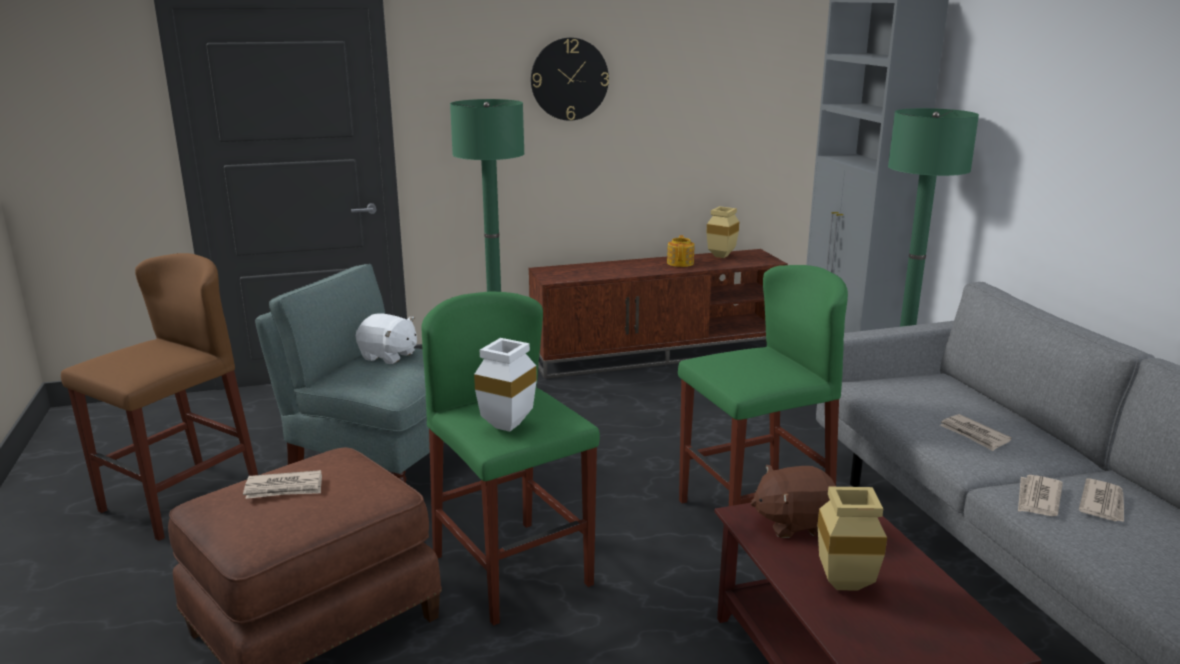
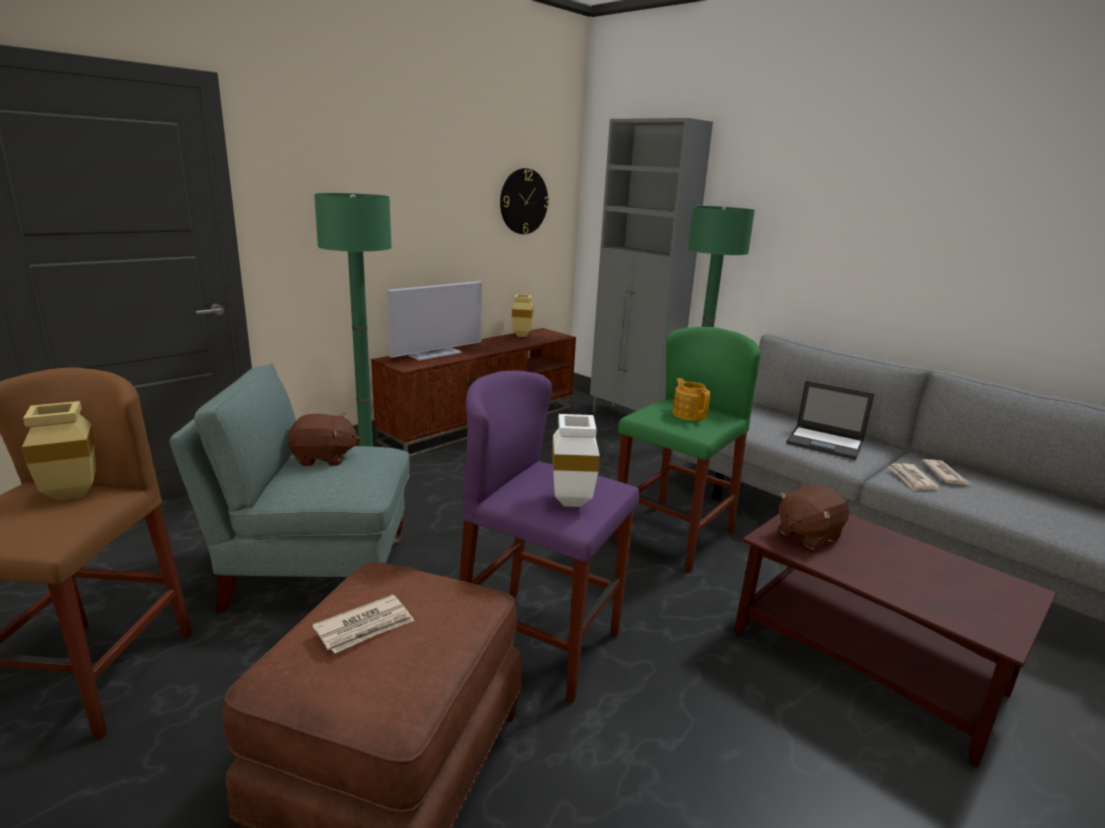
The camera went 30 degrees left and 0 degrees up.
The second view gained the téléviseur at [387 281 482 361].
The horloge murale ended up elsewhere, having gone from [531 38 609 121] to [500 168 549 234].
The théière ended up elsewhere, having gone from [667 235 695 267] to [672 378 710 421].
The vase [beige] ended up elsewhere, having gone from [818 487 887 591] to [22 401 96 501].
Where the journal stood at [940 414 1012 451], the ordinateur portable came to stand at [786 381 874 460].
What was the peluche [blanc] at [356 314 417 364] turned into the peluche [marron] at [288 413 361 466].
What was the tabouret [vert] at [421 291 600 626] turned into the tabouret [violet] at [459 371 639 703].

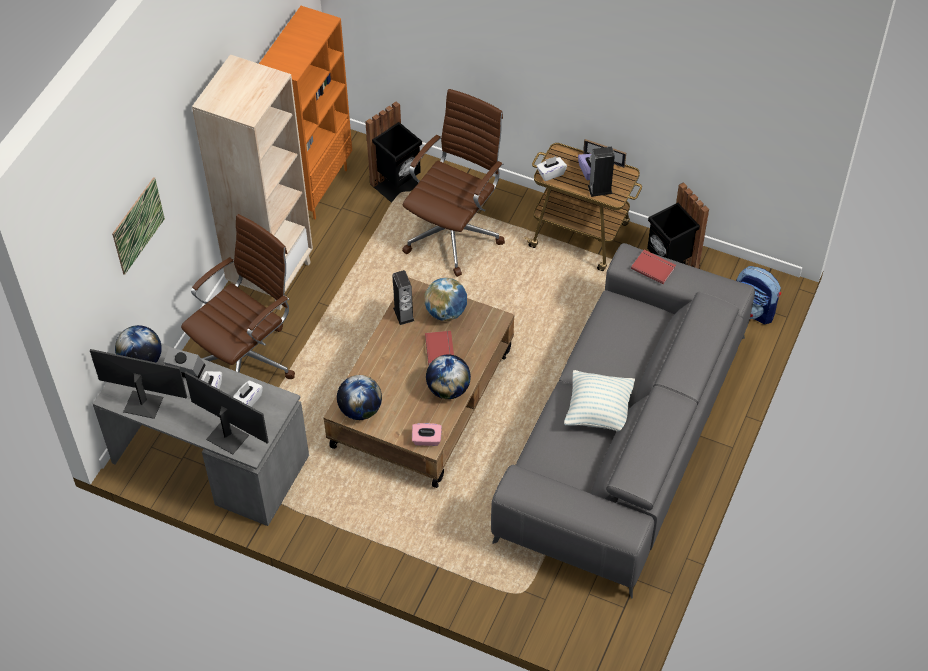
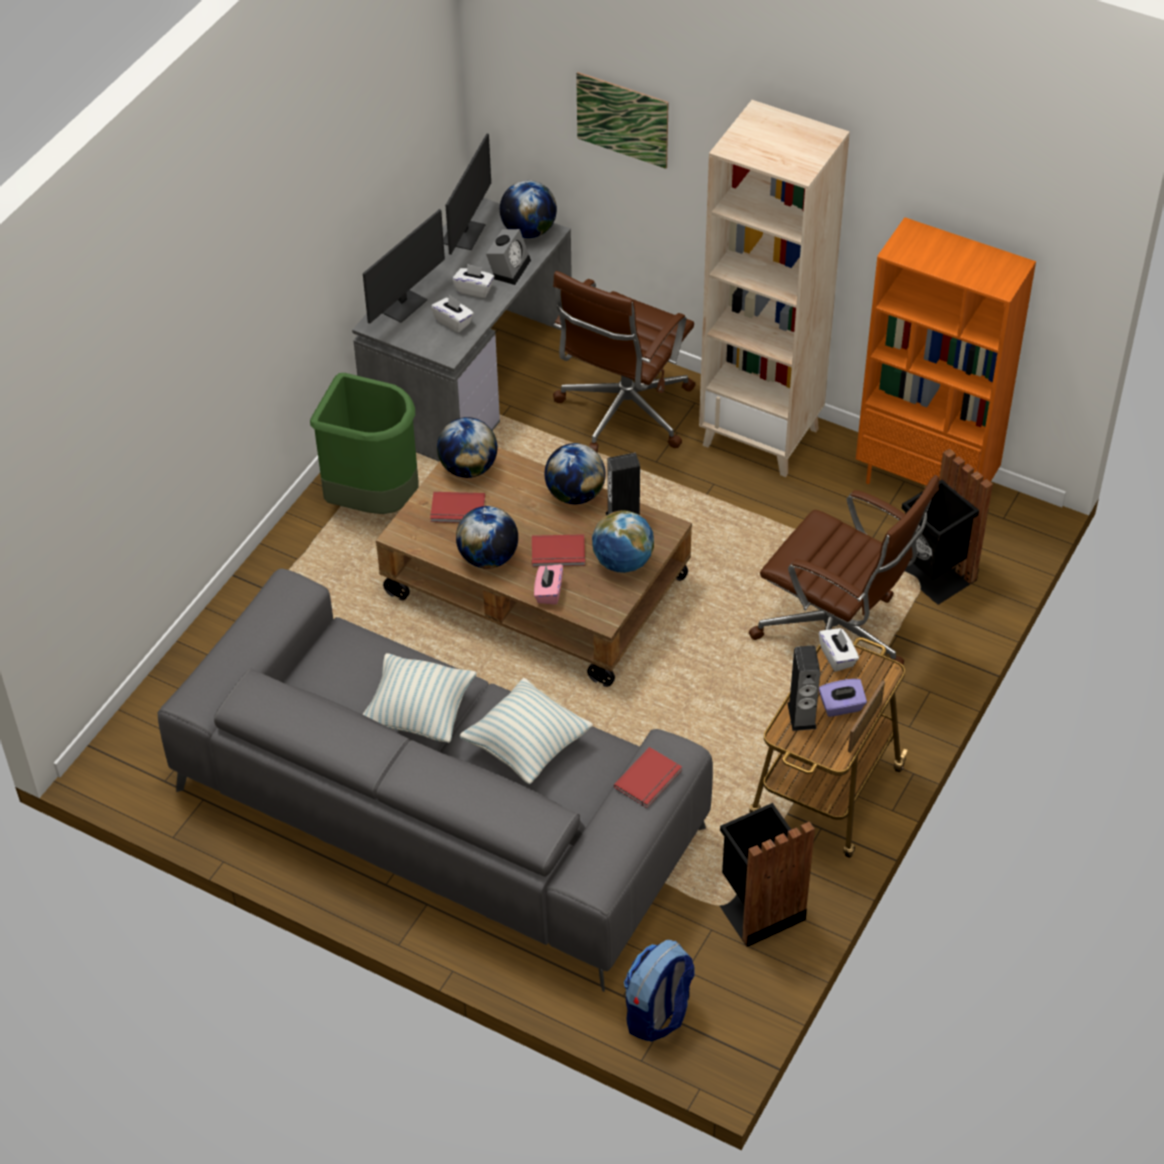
The camera went 95 degrees right and 5 degrees down.
The second view gained the poubelle [vert] at [310 373 418 514].
The second view gained the livre [rouge] at [430 492 485 523].
The second view gained the coussin at [460 678 593 784].
The second view gained the globe at [544 443 606 504].
The boîte à mouchoirs [rose] ended up elsewhere, having gone from [412 423 442 446] to [534 564 563 605].
The chaise de bureau [marron] at [181 214 295 379] ended up facing another way, 75 degrees clockwise from before.

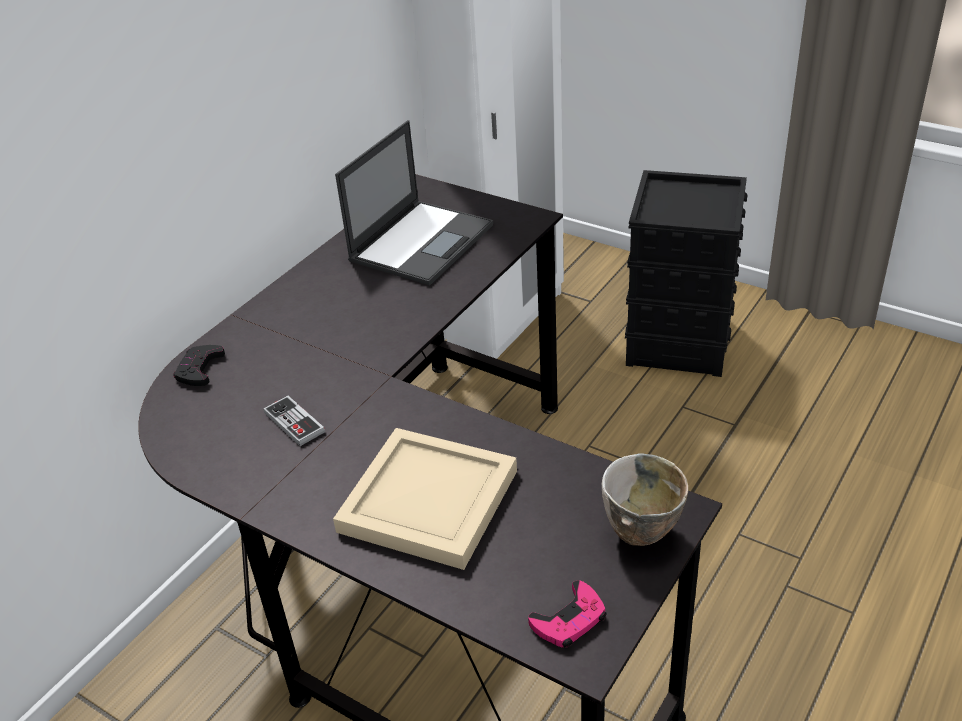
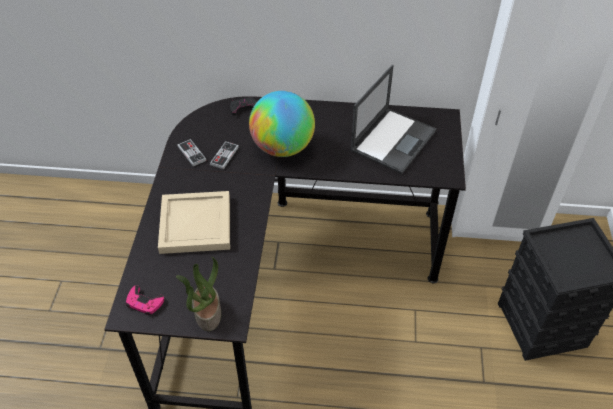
The camera went 60 degrees right and 10 degrees up.
The second view gained the manette at [177 139 206 167].
The second view gained the globe at [249 91 315 157].
Where the bol stood at [602 453 688 546], the plante en pot came to stand at [176 257 221 331].
The ordinateur portable at [335 120 493 285] ended up facing another way, 60 degrees counterclockwise from before.

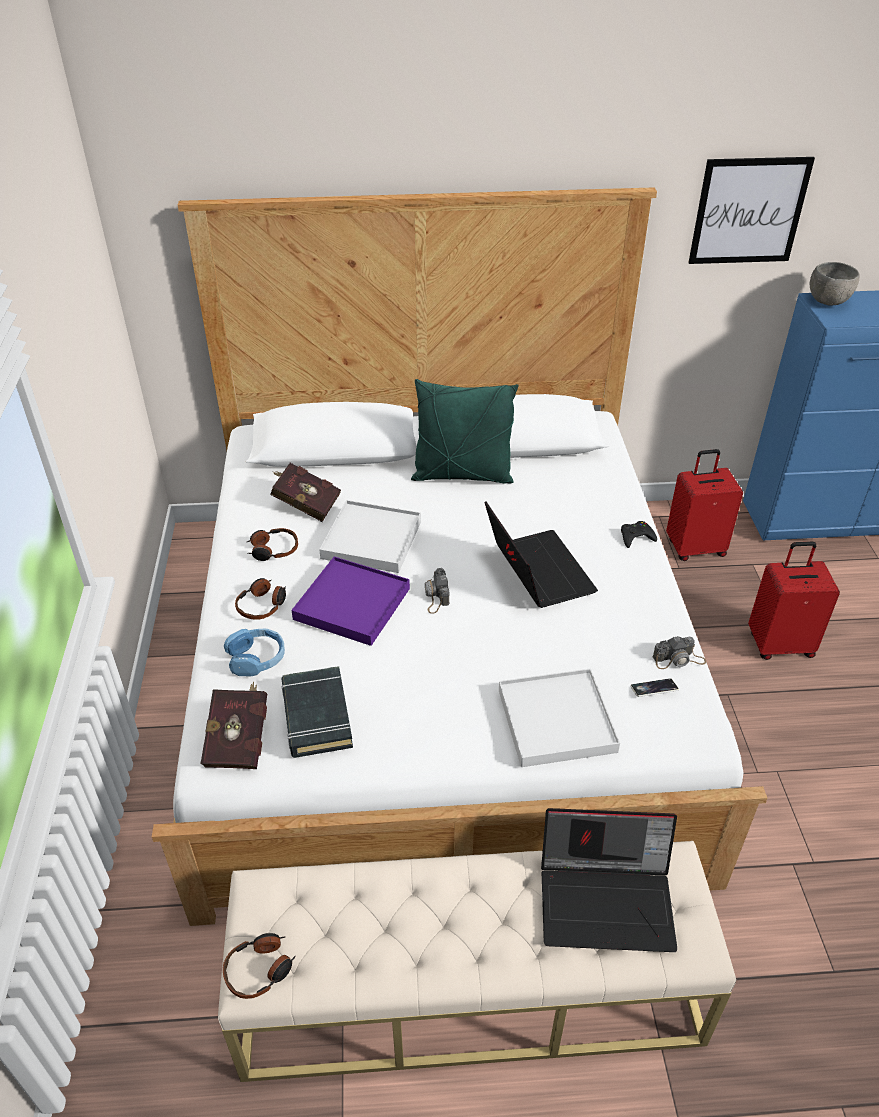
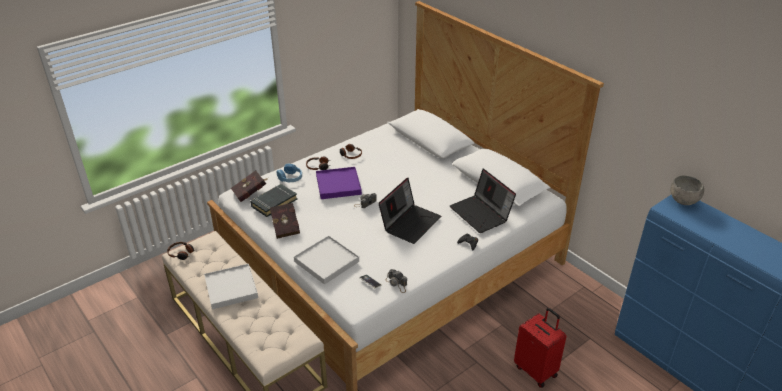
The camera went 55 degrees right and 5 degrees down.
The second view lost the coussin [vert] at [411 379 519 484].
The second view lost the valise [rouge] at [666 449 743 561].
The second view lost the tableau at [688 157 815 264].
The livre [rouge] ended up elsewhere, having gone from [270 463 341 522] to [270 202 300 239].
The plateau [blanc] ended up elsewhere, having gone from [319 500 421 573] to [204 264 258 309].
The ordinateur portable ended up elsewhere, having gone from [541 808 677 952] to [450 169 516 233].

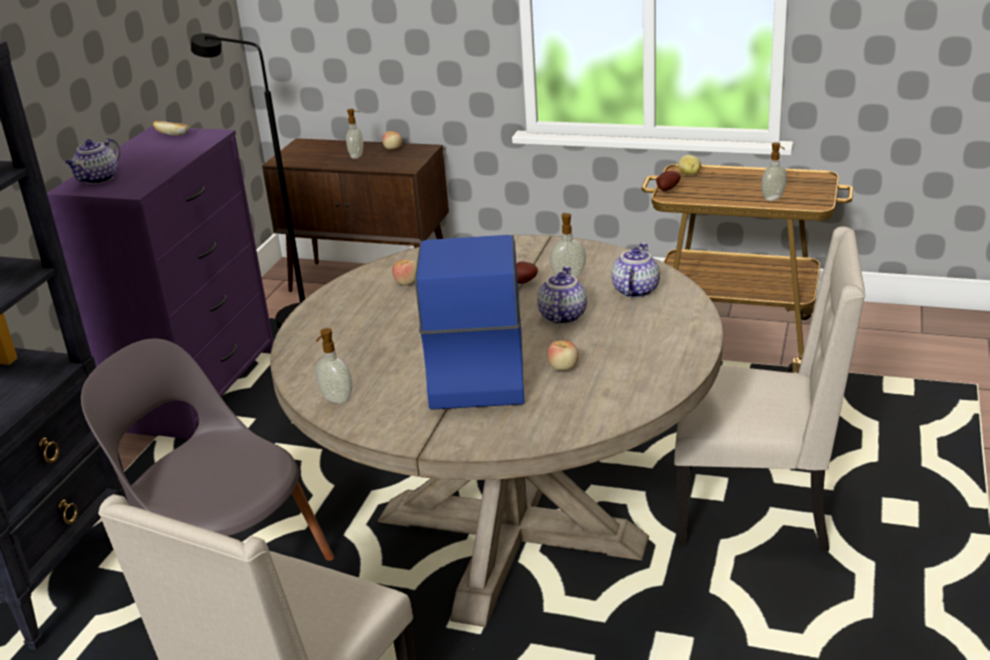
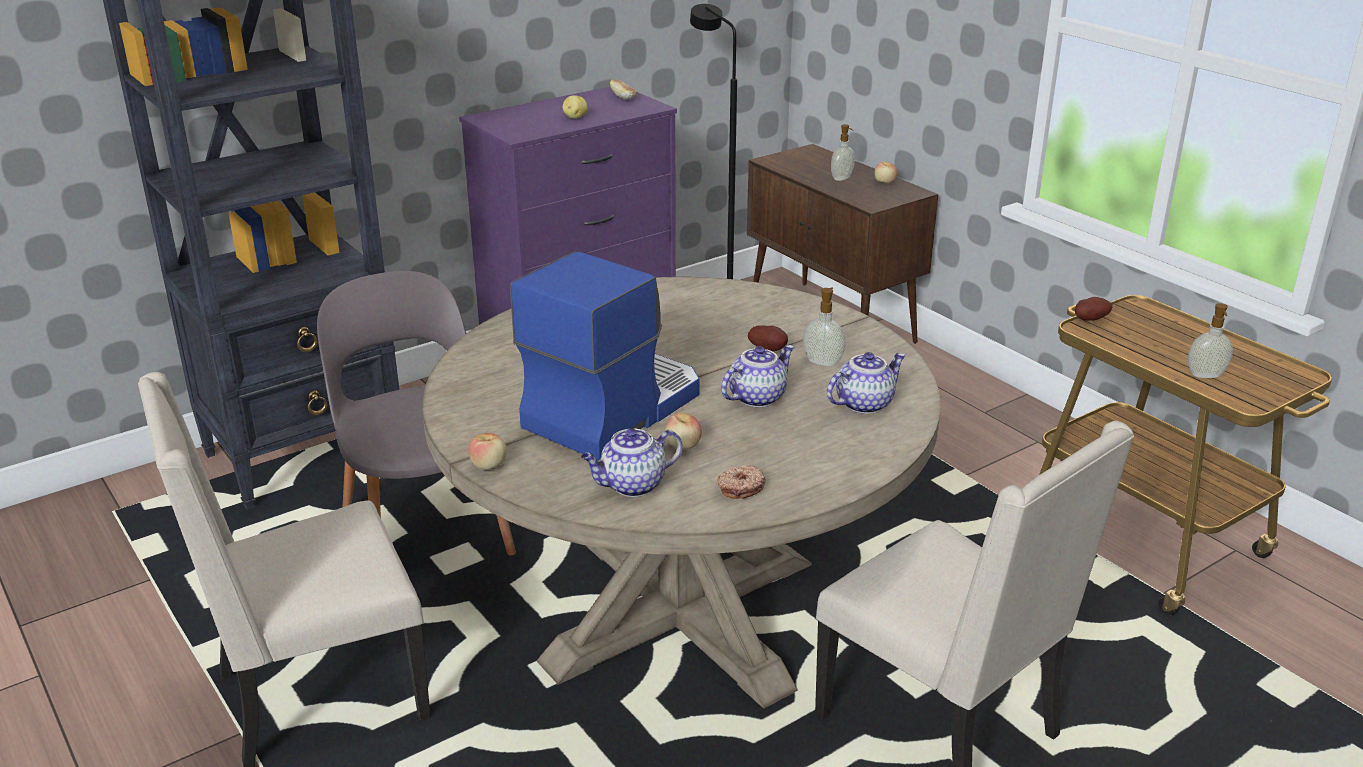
The camera went 35 degrees right and 0 degrees up.
The second view lost the distributeur de savon at [315 328 353 404].
The second view gained the beignet at [717 465 766 499].
The théière ended up elsewhere, having gone from [65 138 120 184] to [581 428 683 497].
The pomme ended up elsewhere, having gone from [392 259 417 286] to [468 433 507 470].
The pomme de terre ended up elsewhere, having gone from [678 155 701 175] to [563 95 587 119].

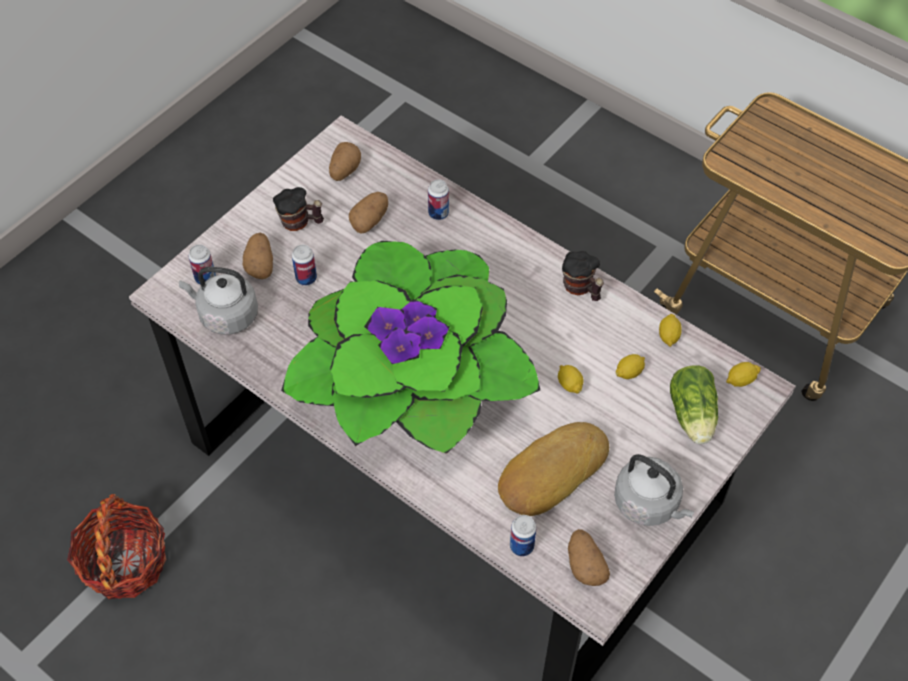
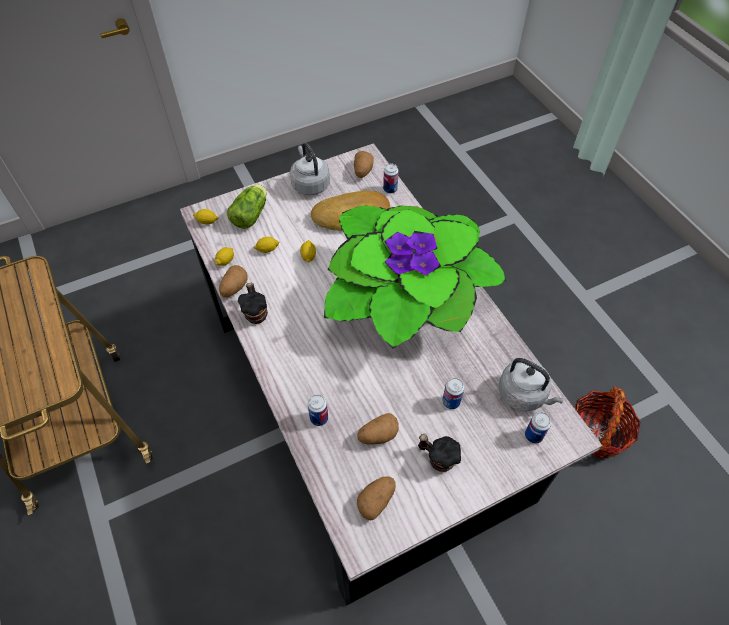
The camera went 155 degrees left and 0 degrees up.
The pomme de terre ended up elsewhere, having gone from [243 233 273 279] to [219 265 248 297].

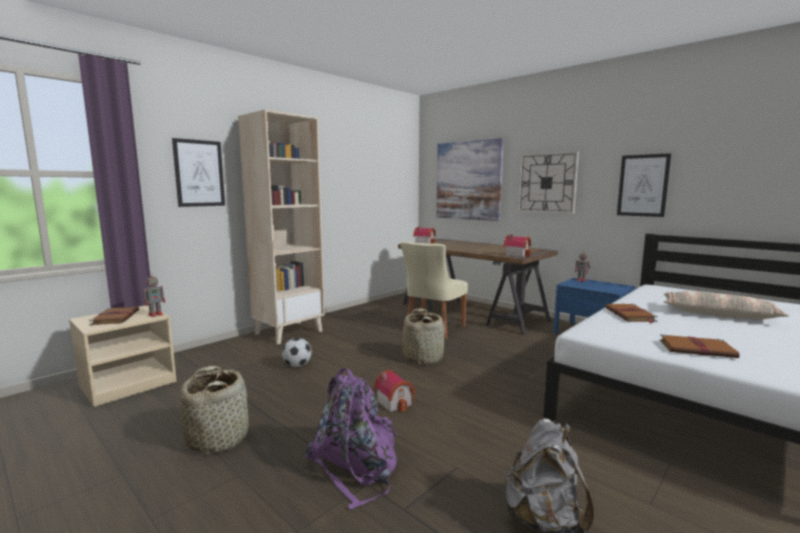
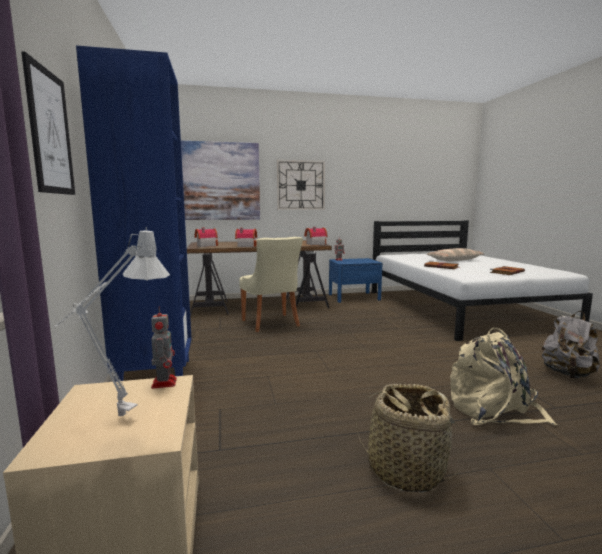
The camera went 55 degrees left and 0 degrees up.
The second view lost the ballon de foot at [282 338 312 367].
The second view lost the panier at [403 308 445 365].
The second view lost the tableau at [617 153 671 217].
The maison miniature ended up elsewhere, having gone from [374 370 415 412] to [235 228 257 247].
Where the livre [marron] stood at [89 307 139 326], the lampe de table [gris] came to stand at [55 227 170 418].
What was the bibliothèque [beige] at [238 110 325 345] turned into the bibliothèque [bleu] at [76 46 192 382].
What was the sac à dos [violet] at [305 368 398 509] turned into the sac à dos [beige] at [450 328 557 425].

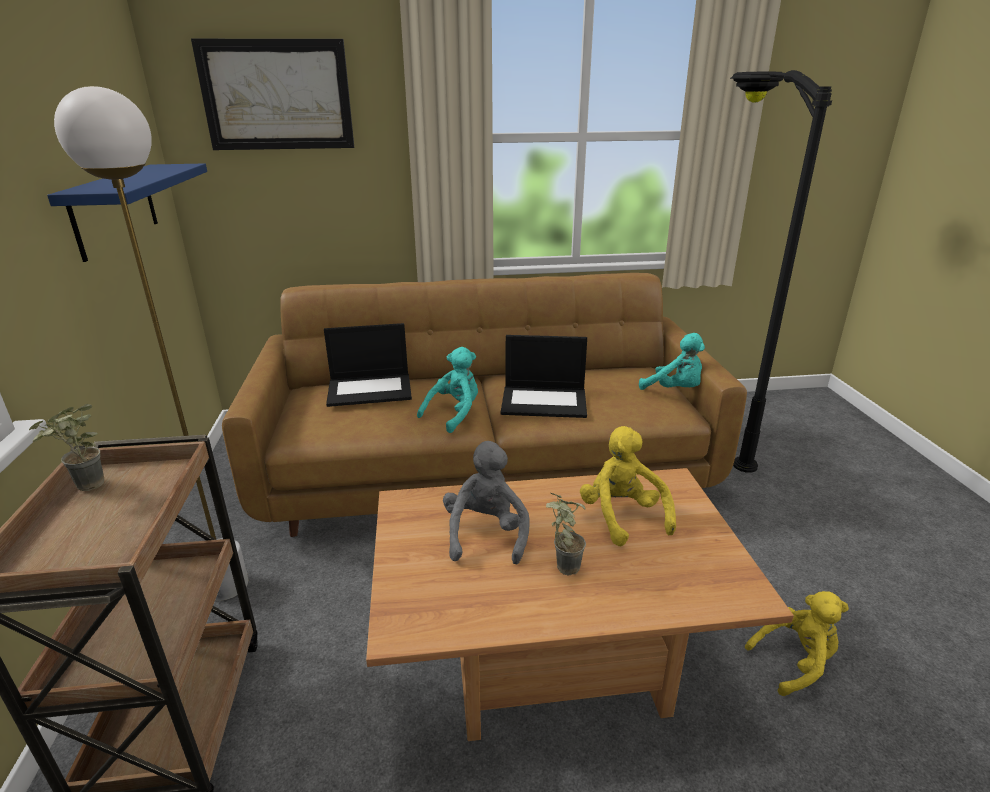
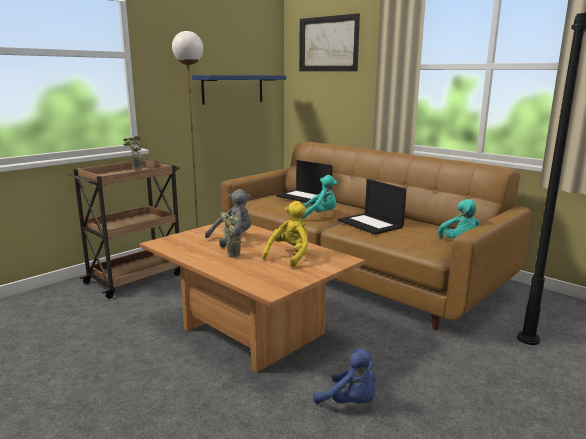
The camera went 50 degrees right and 10 degrees down.
What was the peluche [jaune] at [745 591 849 696] turned into the peluche [bleu] at [313 349 375 404].

